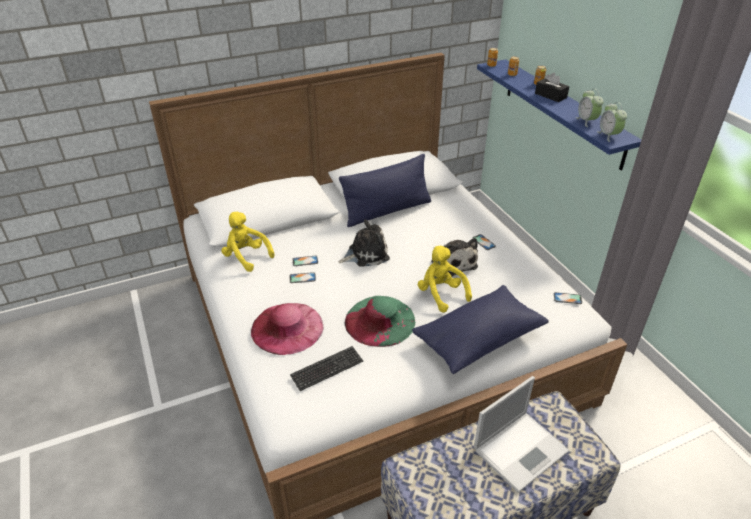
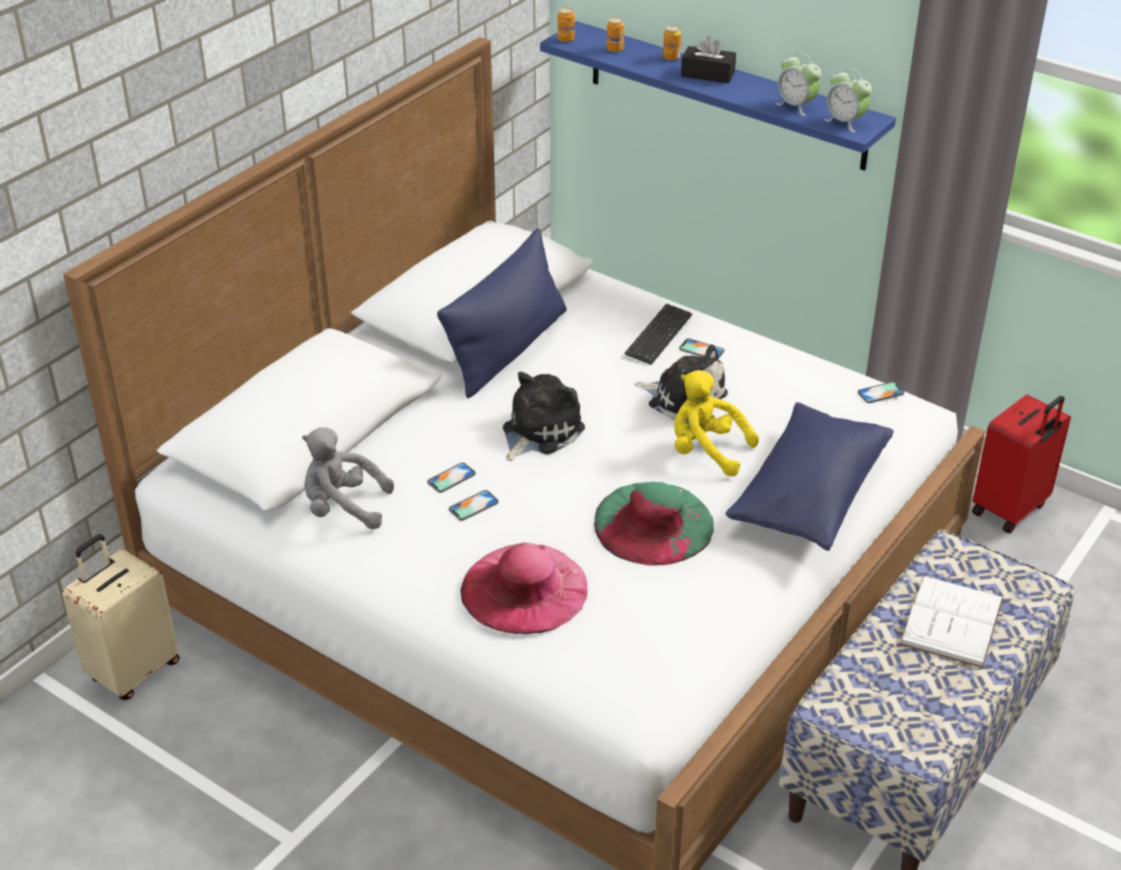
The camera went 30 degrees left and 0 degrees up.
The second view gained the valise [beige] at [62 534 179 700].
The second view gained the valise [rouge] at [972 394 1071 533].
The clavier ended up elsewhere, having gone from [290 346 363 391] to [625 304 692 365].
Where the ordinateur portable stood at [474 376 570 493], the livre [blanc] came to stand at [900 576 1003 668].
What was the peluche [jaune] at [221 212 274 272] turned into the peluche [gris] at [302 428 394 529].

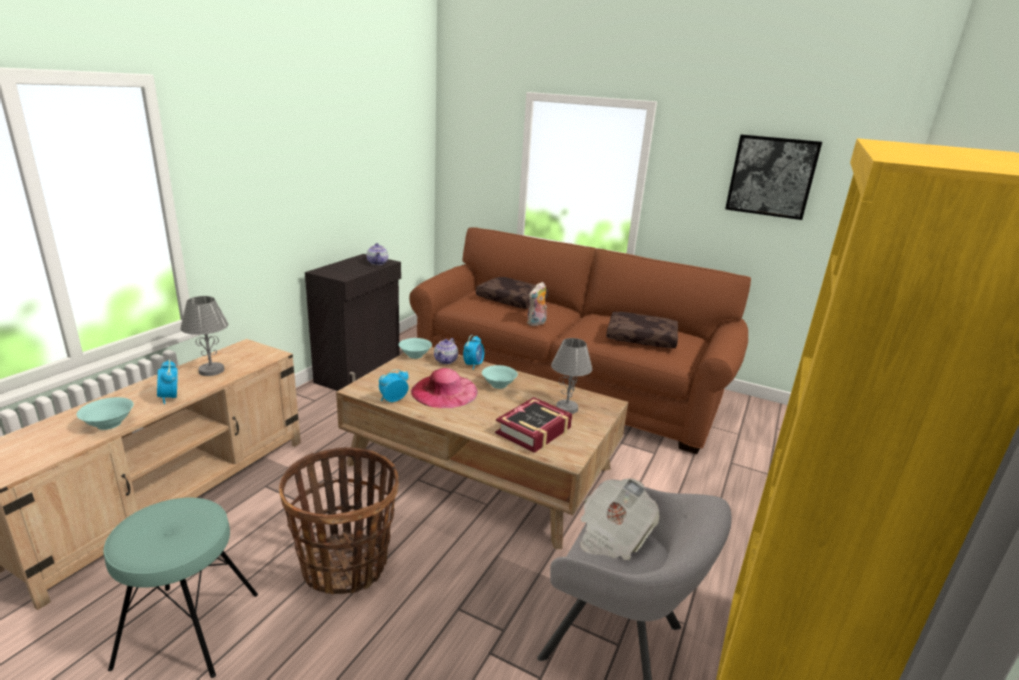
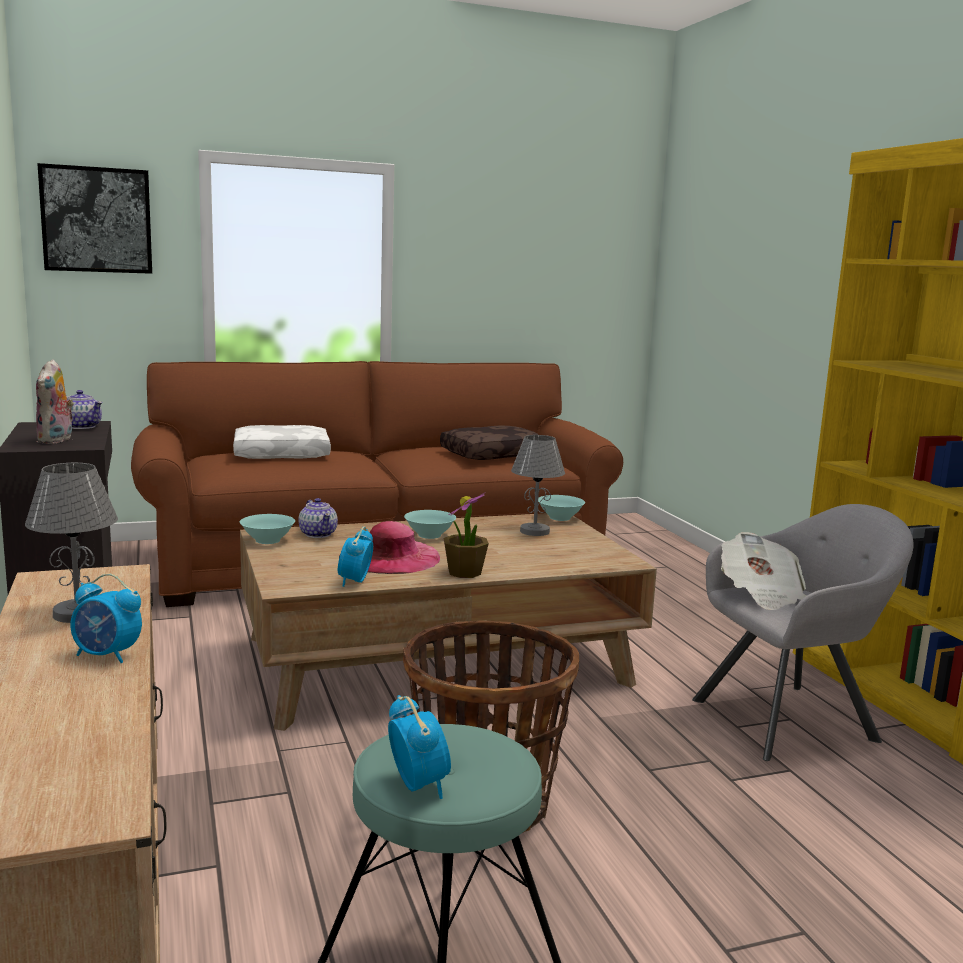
The camera went 45 degrees left and 10 degrees down.
The second view lost the livre at [495 397 572 453].
The second view gained the plante en pot at [443 492 489 578].
The bol [turquoise] ended up elsewhere, having gone from [77 397 134 430] to [538 495 585 521].
The réveil ended up elsewhere, having gone from [463 335 484 370] to [388 695 451 799].
The peluche ended up elsewhere, having gone from [527 282 547 326] to [36 359 74 444].
The tableau ended up elsewhere, having gone from [725 134 822 220] to [37 163 152 274].
What was the coussin [marron] at [476 277 549 309] turned into the coussin [blanc] at [233 425 331 459].

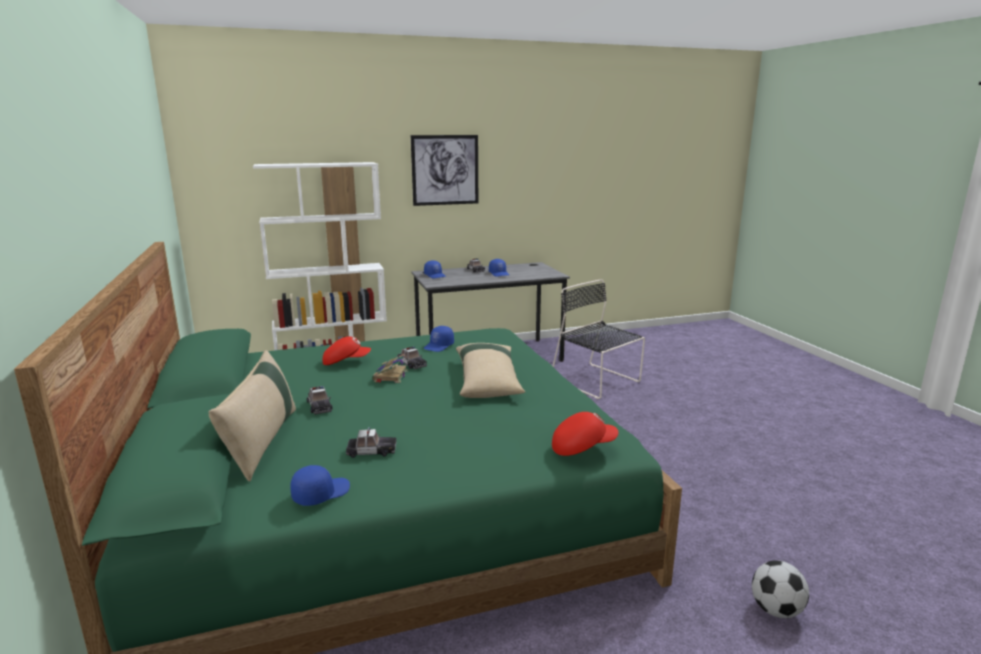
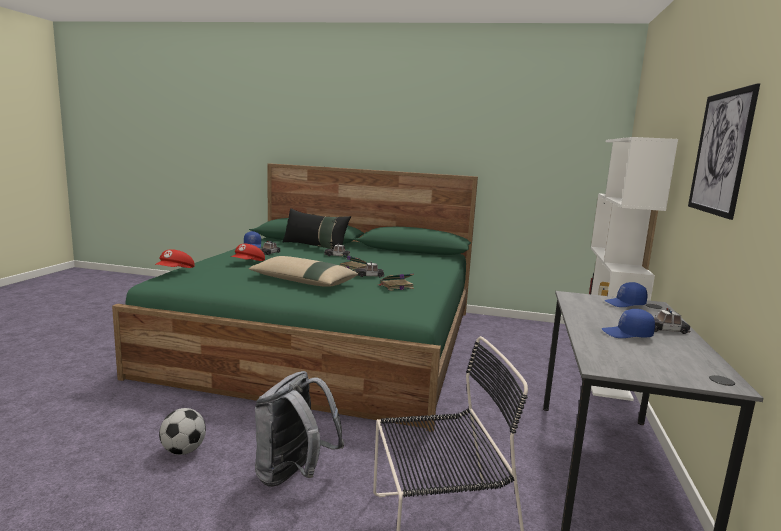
The camera went 120 degrees right and 5 degrees down.
The second view gained the sac à dos [gris] at [255 371 344 487].
The casquette [rouge] ended up elsewhere, having gone from [323 336 371 365] to [231 244 265 261].
The ballon de foot ended up elsewhere, having gone from [752 560 809 618] to [159 408 206 455].
Where the casquette [bleu] stood at [423 326 454 352], the livre came to stand at [379 274 414 291].
What was the coussin [beige] at [209 350 296 482] turned into the coussin [noir] at [283 208 351 249].

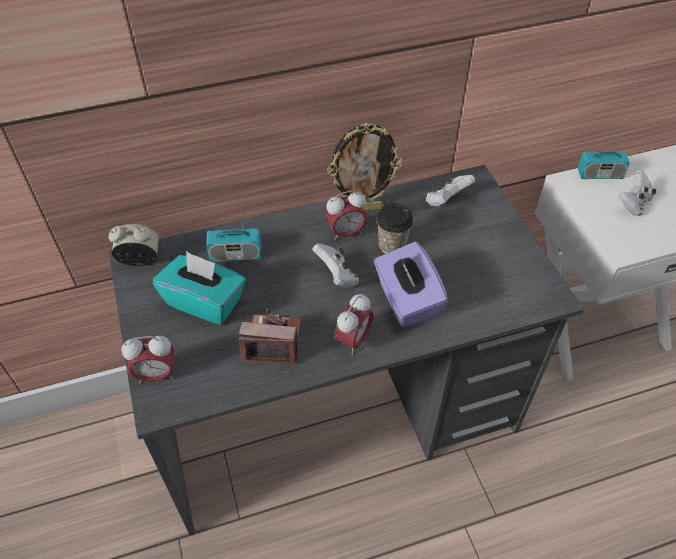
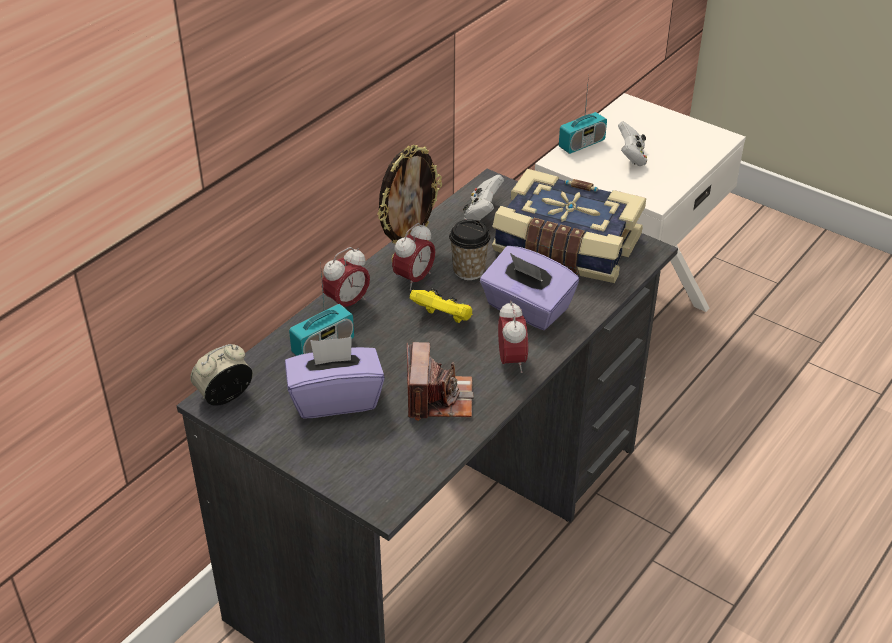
The camera went 35 degrees left and 10 degrees down.
The second view gained the livre at [492 169 646 283].
The réveil ended up elsewhere, having gone from [122 336 174 384] to [322 247 370 307].
What was the boîte à mouchoirs [turquoise] at [153 251 246 325] turned into the boîte à mouchoirs [violet] at [285 337 385 419].
What was the manette [blanc] at [312 243 359 288] turned into the manette [jaune] at [410 288 473 323].
The appareil photo at [239 308 301 365] ended up facing another way, 120 degrees clockwise from before.

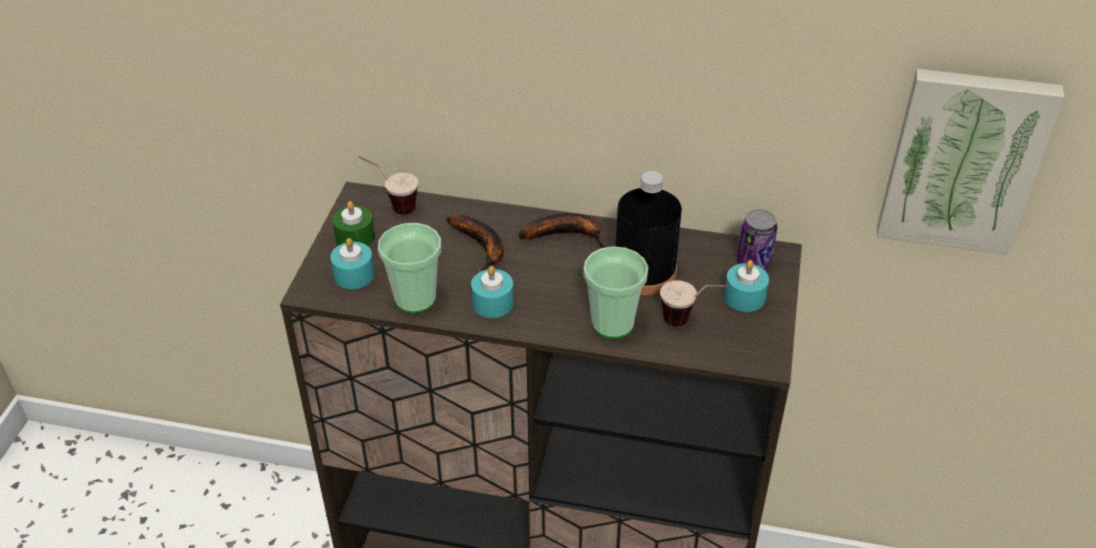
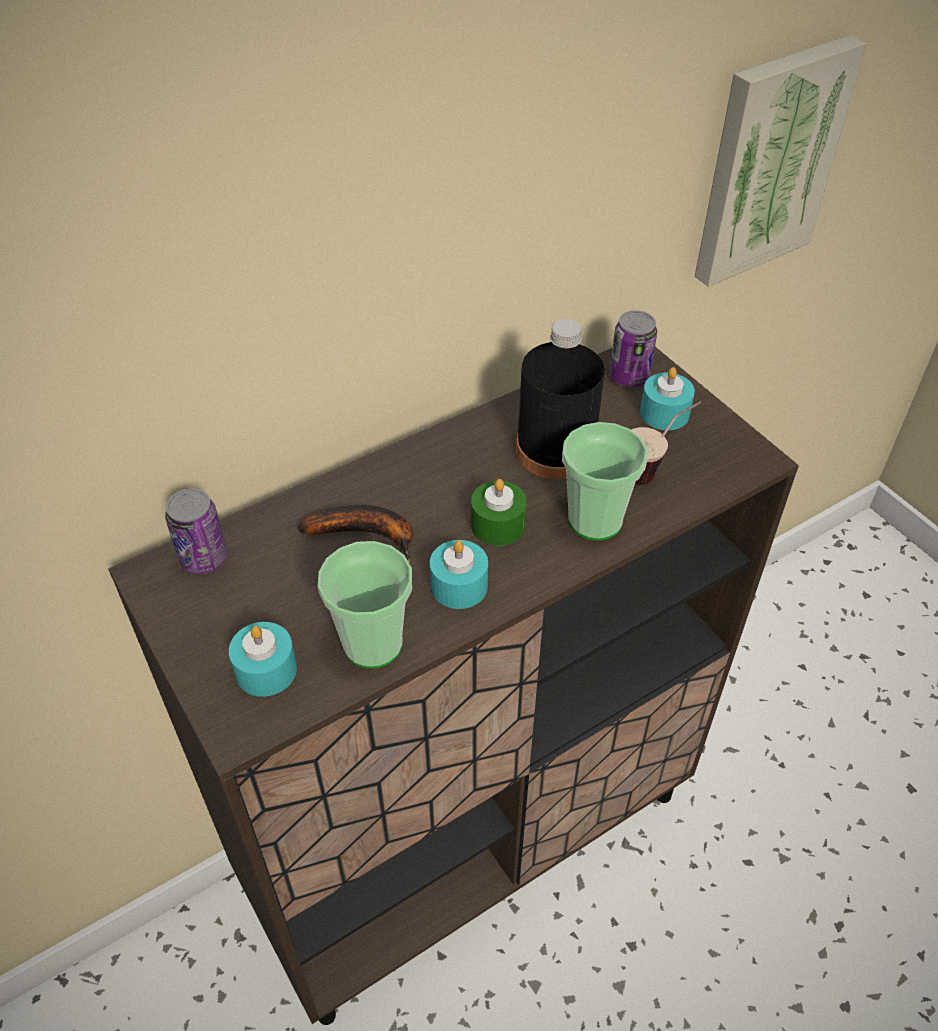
The camera went 45 degrees left and 5 degrees up.
The second view lost the banane at [519 213 605 248].
The bougie [vert] ended up elsewhere, having gone from [332 201 375 247] to [471 479 527 546].
Where the tasse stood at [359 156 418 214], the boîte métallique came to stand at [165 488 228 574].

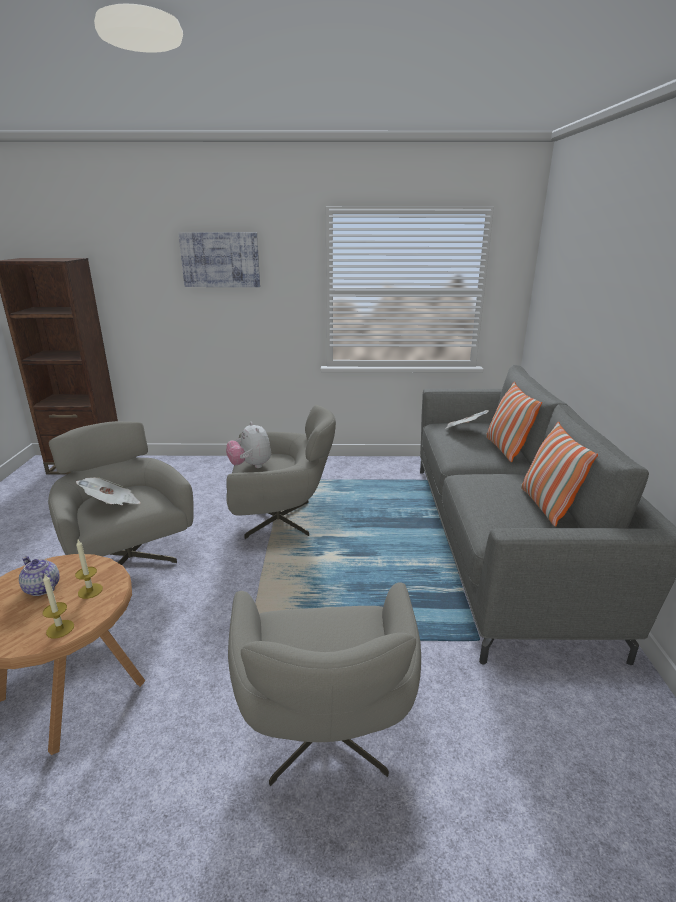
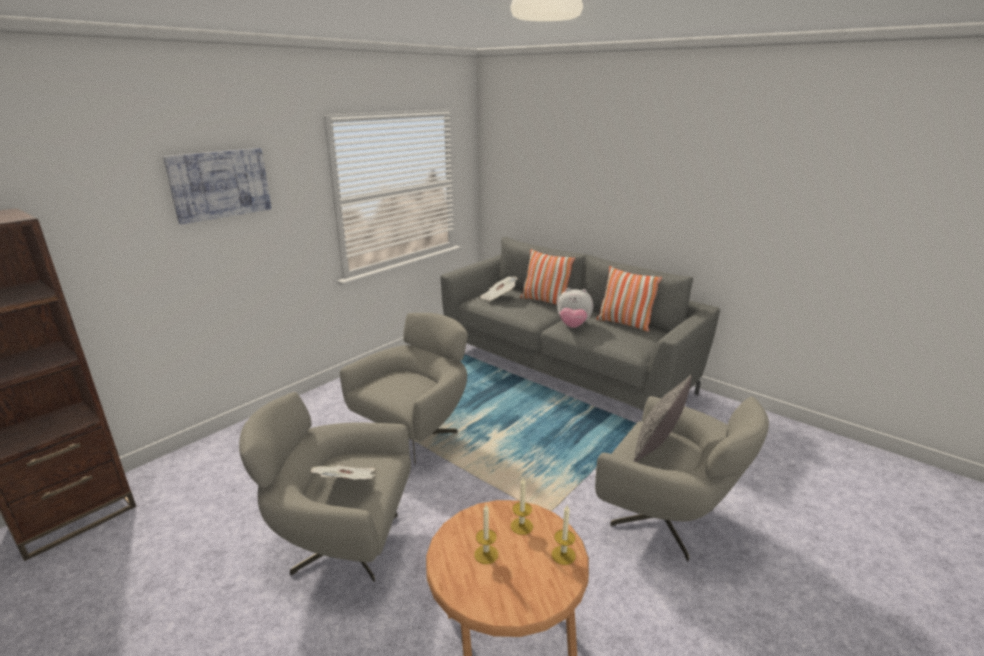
The camera went 50 degrees left and 0 degrees up.
The second view gained the coussin at [633 375 692 462].
The peluche ended up elsewhere, having gone from [226 422 271 468] to [557 288 593 328].
Where the théière stood at [19 556 60 596], the bougie came to stand at [474 505 498 564].

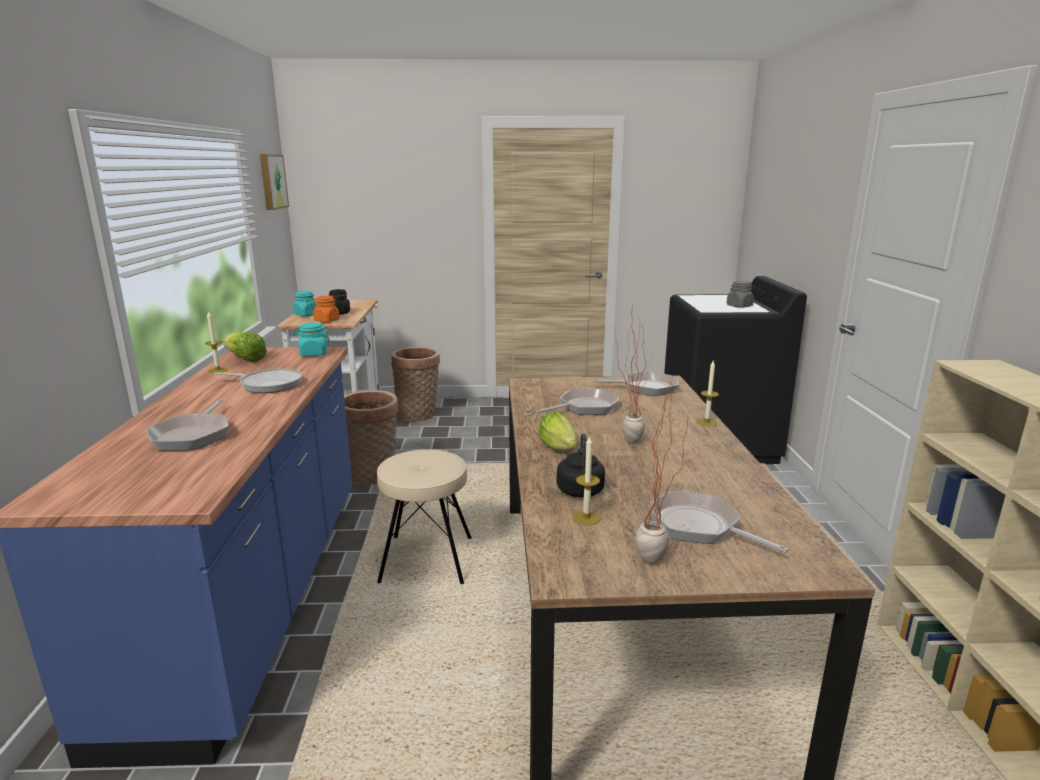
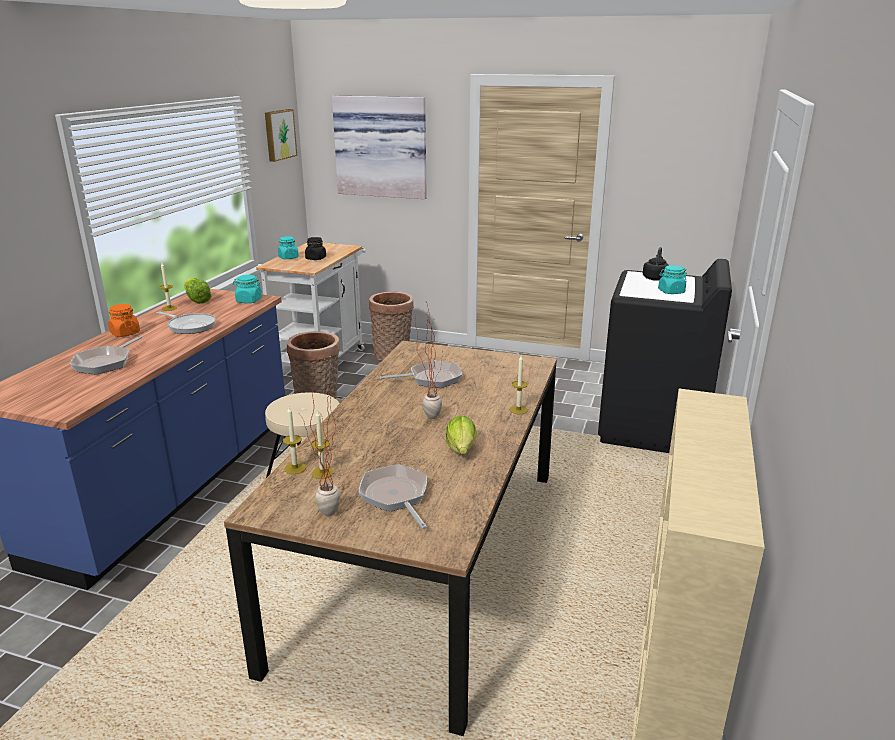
The camera went 20 degrees right and 5 degrees up.
The second view lost the poêle at [593 371 679 396].
The second view gained the bougie at [283 407 306 474].
The second view gained the tableau at [332 96 427 199].
The bocal [orange] ended up elsewhere, having gone from [313 296 340 322] to [108 304 140 337].
The laitue ended up elsewhere, having gone from [539 412 577 451] to [446 415 477 454].
The bouilloire [noir] ended up elsewhere, having gone from [556 433 605 498] to [643 247 669 281].
What was the bocal [gris] at [727 281 754 308] turned into the bocal [turquoise] at [658 265 687 294].

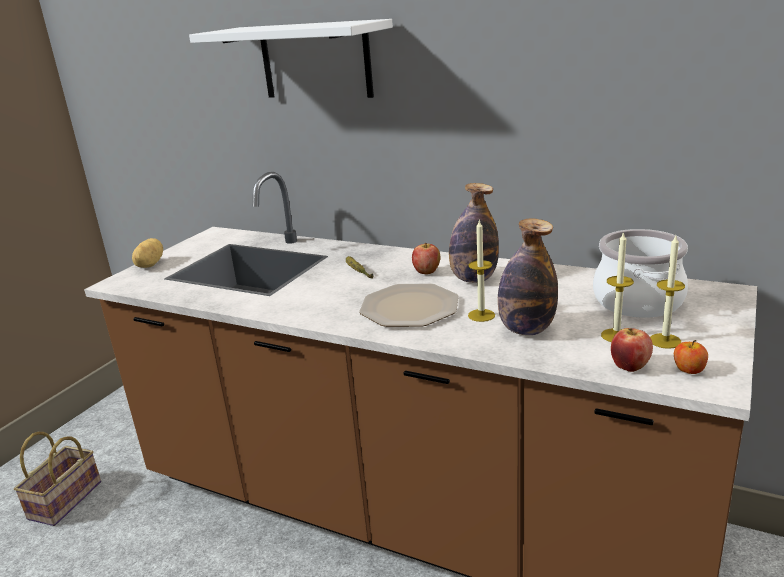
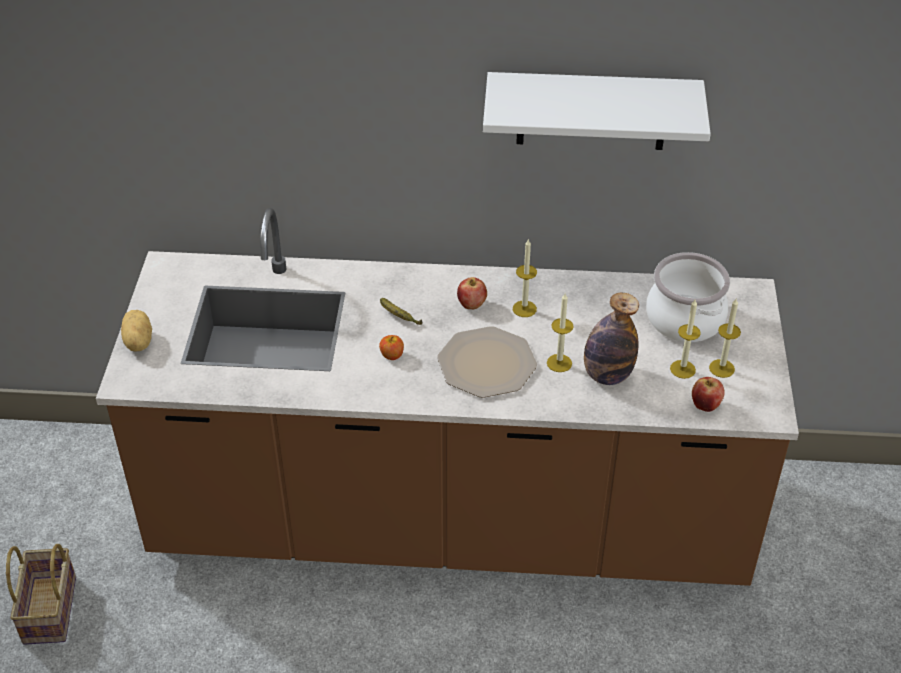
The camera went 25 degrees left and 20 degrees up.
The étagère [blanc] ended up elsewhere, having gone from [189 19 393 98] to [483 72 711 150].
The pomme ended up elsewhere, having gone from [674 340 708 374] to [379 335 404 360].
Where the bouteille stood at [449 183 499 283], the bougie came to stand at [513 239 537 317].

